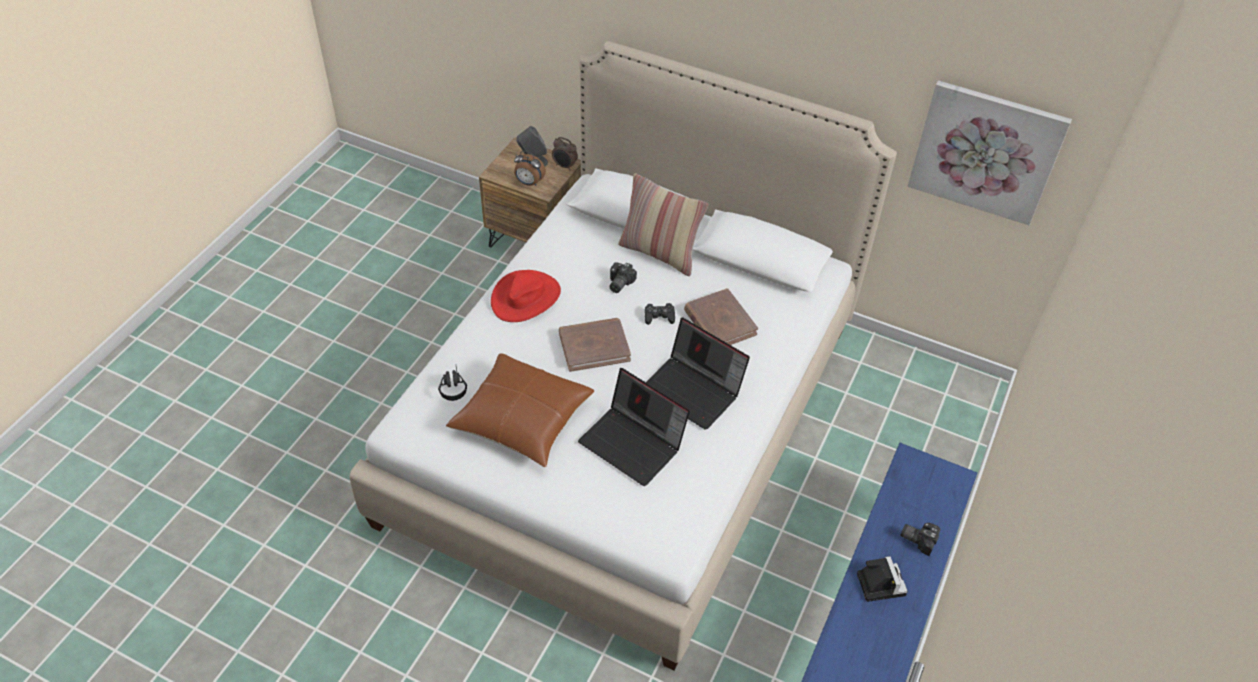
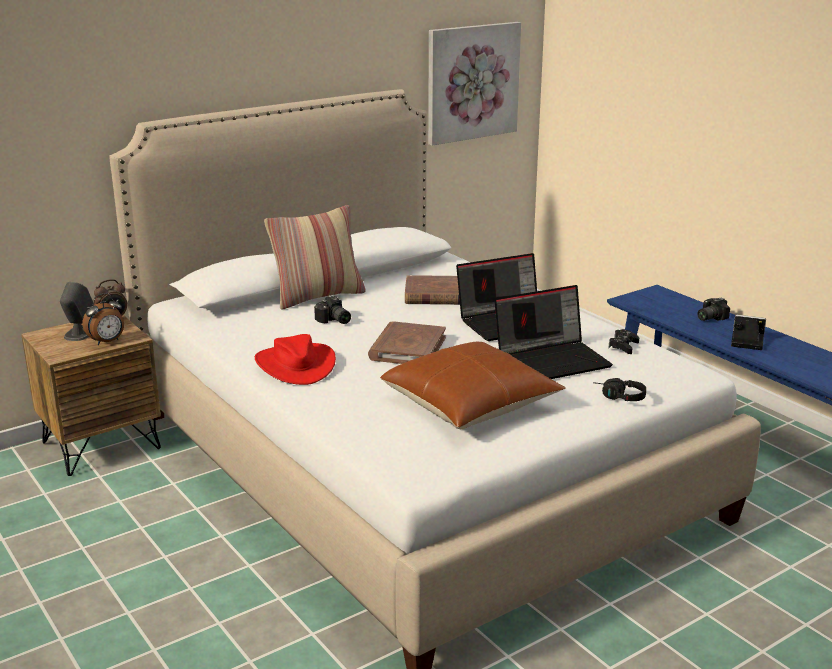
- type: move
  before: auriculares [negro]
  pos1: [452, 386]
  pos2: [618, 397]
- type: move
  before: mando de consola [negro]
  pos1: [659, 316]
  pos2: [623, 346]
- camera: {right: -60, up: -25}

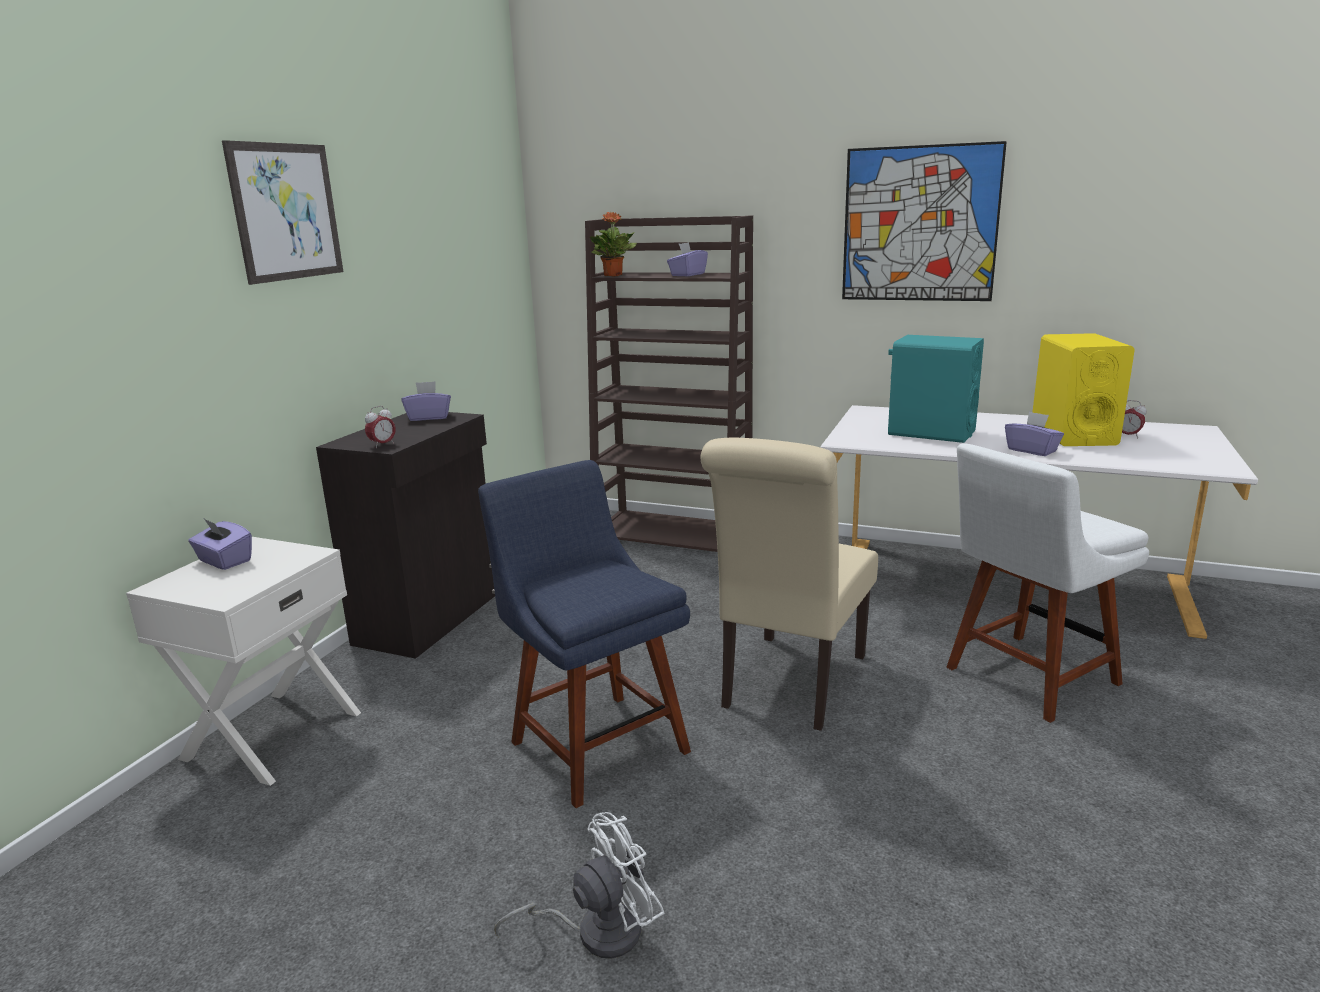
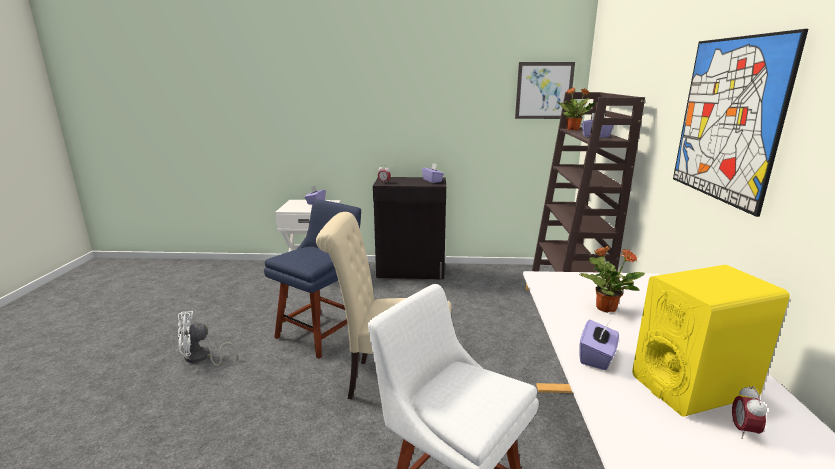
- type: move
  before: cuadro
  pos1: [286, 212]
  pos2: [544, 90]
- type: rotate
  before: ventilador [blanco]
  pos1: [596, 931]
  pos2: [201, 358]
  turn: 120
- type: replace
  before: altavoz [turquesa]
  after: planta en maceta
  pos1: [931, 432]
  pos2: [605, 307]
- camera: {right: 70, up: 0}

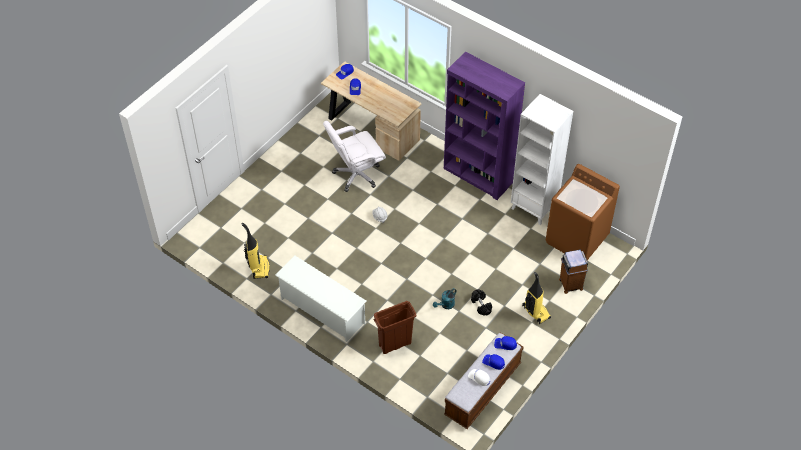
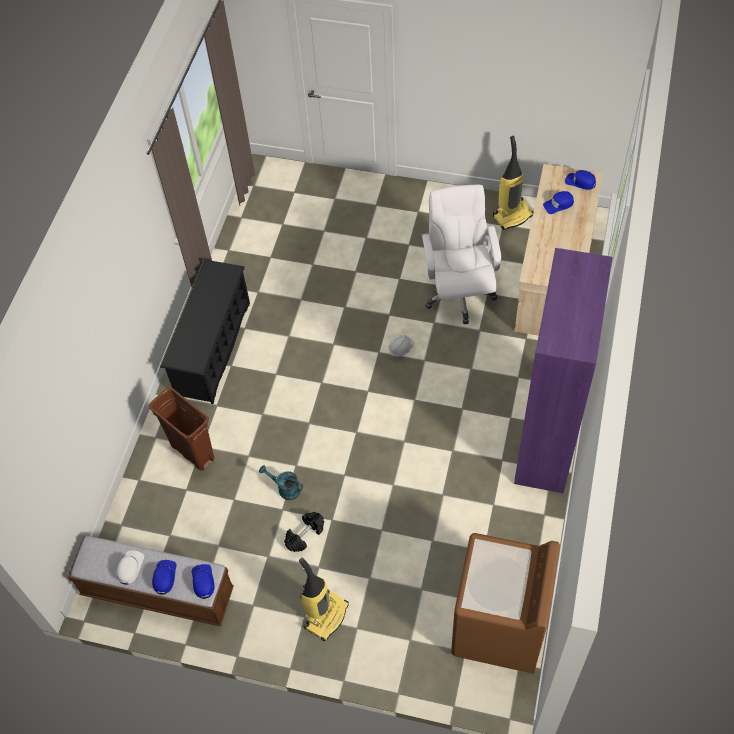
- type: move
  before: aspiradora
  pos1: [259, 267]
  pos2: [512, 215]
- type: recolor
  before: zapatero [blanco]
  after: zapatero [negro]
  pos1: [322, 311]
  pos2: [213, 348]
- type: rotate
  before: silla de oficina [blanco]
  pos1: [356, 175]
  pos2: [459, 293]
  turn: 45
- type: delete
  before: estantería [blanco]
  pos1: [534, 208]
- type: delete
  before: papelera [marrón]
  pos1: [570, 284]
- camera: {right: 70, up: 5}

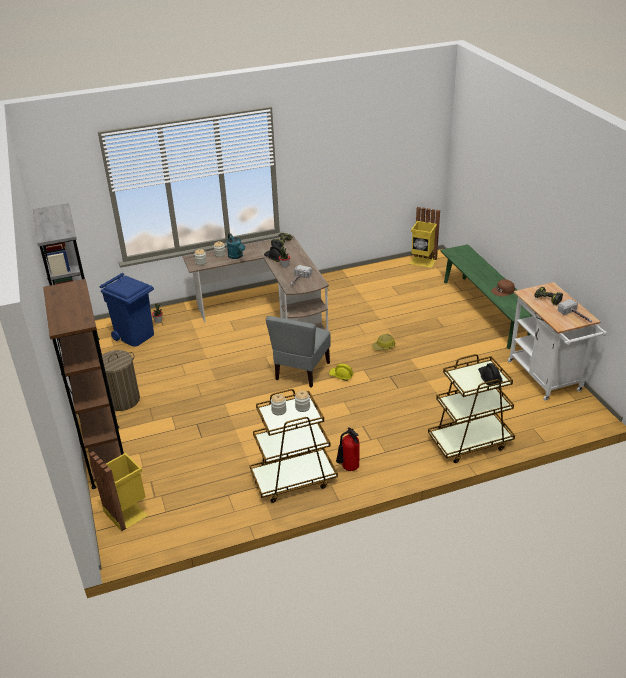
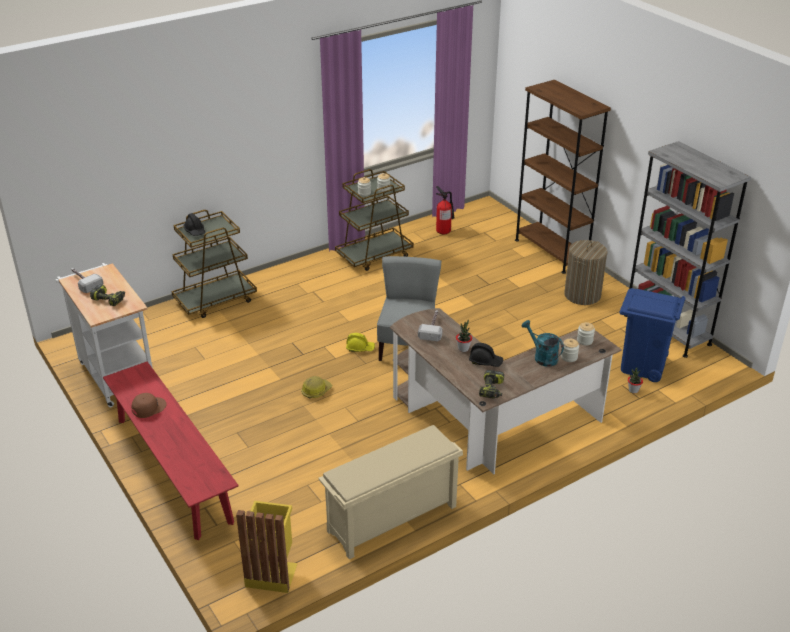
- type: delete
  before: papelera [amarillo]
  pos1: [127, 512]
- type: move
  before: extintor
  pos1: [348, 468]
  pos2: [444, 231]
- type: recolor
  before: banco [verde]
  after: banco [rojo]
  pos1: [485, 310]
  pos2: [173, 469]
- type: insert
  after: zapatero [beis]
  pos2: [391, 520]
- camera: {right: 165, up: 0}

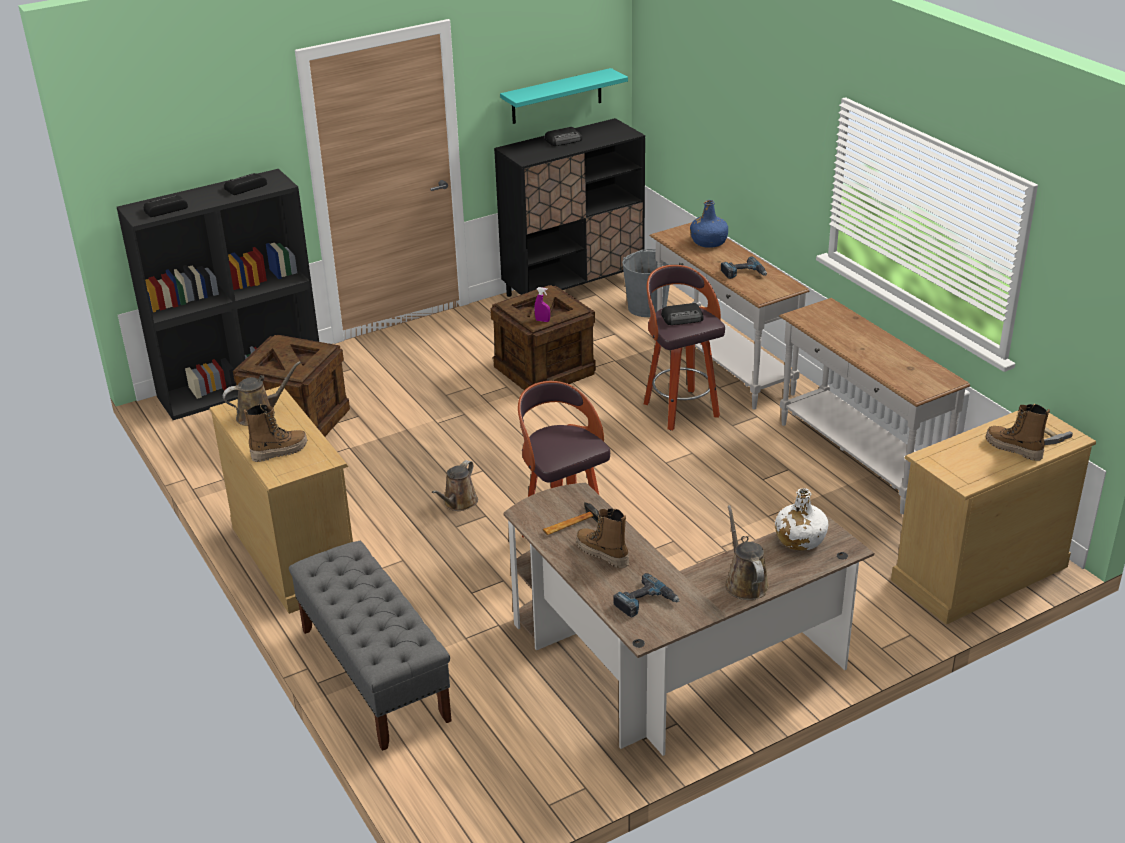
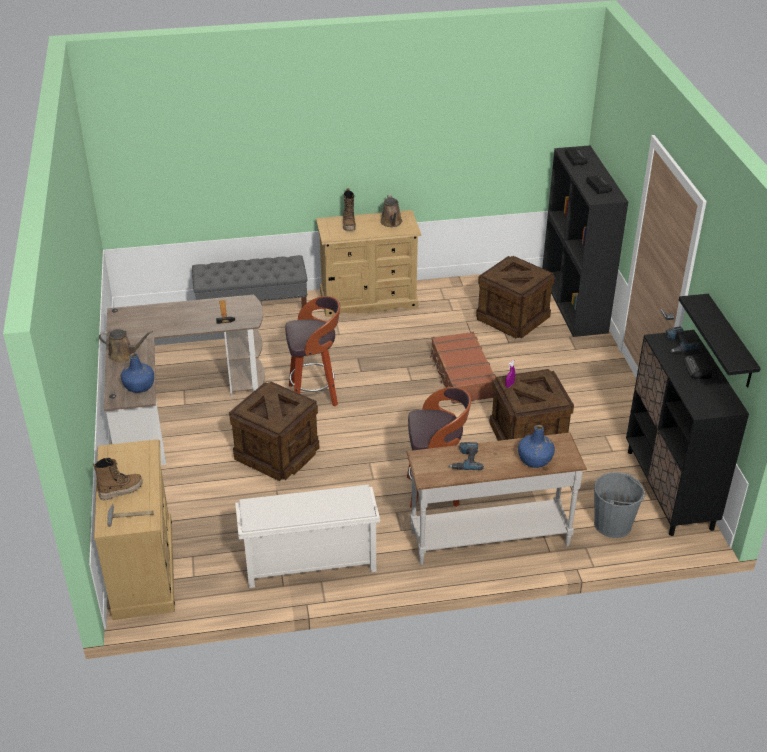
- type: delete
  before: regadera [marrón]
  pos1: [458, 503]
- type: recolor
  before: estante [turquesa]
  after: estante [negro]
  pos1: [556, 96]
  pos2: [730, 342]
- type: delete
  before: bota
  pos1: [602, 554]
- type: move
  before: taladro
  pos1: [645, 602]
  pos2: [677, 344]
- type: delete
  before: radio
  pos1: [683, 318]
- type: recolor
  before: botella [blanco]
  after: botella [azul]
  pos1: [799, 540]
  pos2: [139, 385]
- type: replace
  before: mesa consola [blanco]
  after: zapatero [blanco]
  pos1: [858, 459]
  pos2: [309, 564]
- type: insert
  after: caja de embalaje
  pos2: [277, 454]
- type: insert
  after: maleta [marrón]
  pos2: [462, 376]
- camera: {right: 110, up: 5}

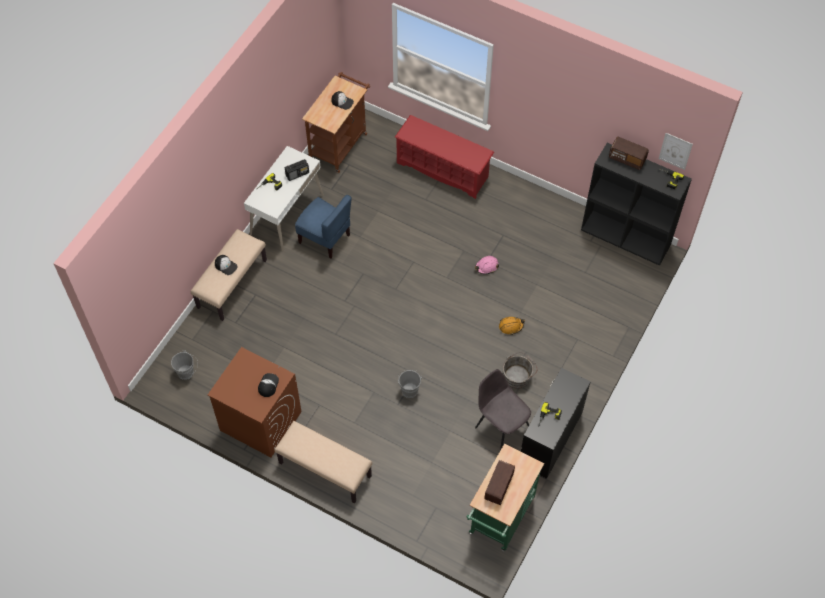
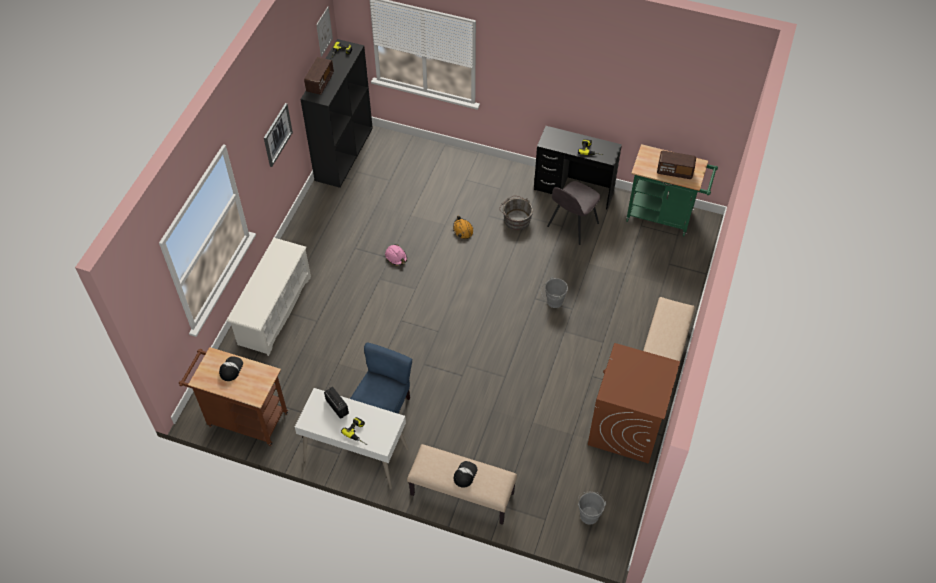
- type: delete
  before: gorra
  pos1: [268, 385]
- type: recolor
  before: zapatero [rojo]
  after: zapatero [blanco]
  pos1: [443, 170]
  pos2: [274, 310]
- type: insert
  after: cuadro
  pos2: [277, 134]
- camera: {right: -100, up: -5}

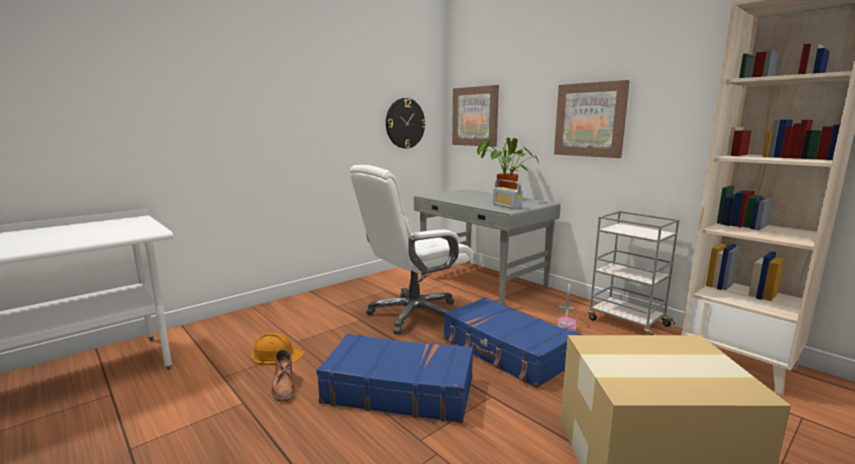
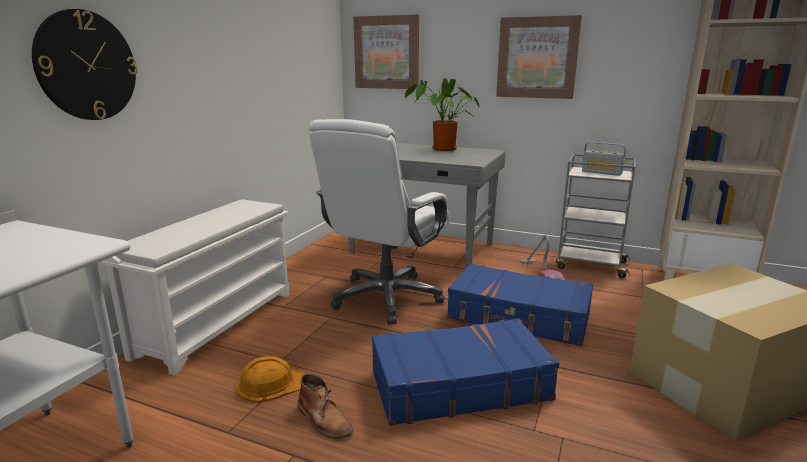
- type: move
  before: reloj de pared
  pos1: [405, 123]
  pos2: [86, 66]
- type: move
  before: radio
  pos1: [507, 206]
  pos2: [601, 172]
- type: insert
  after: zapatero [blanco]
  pos2: [217, 322]
- camera: {right: -25, up: 5}

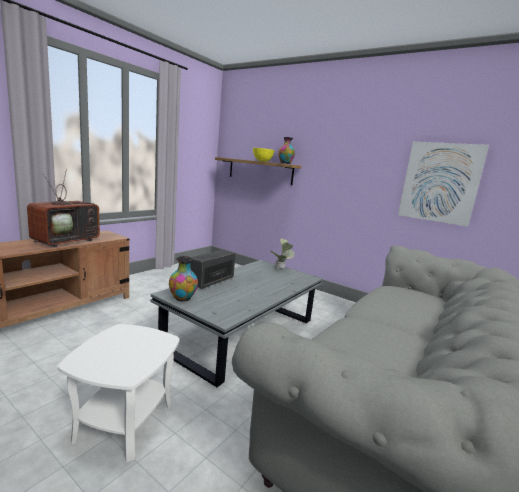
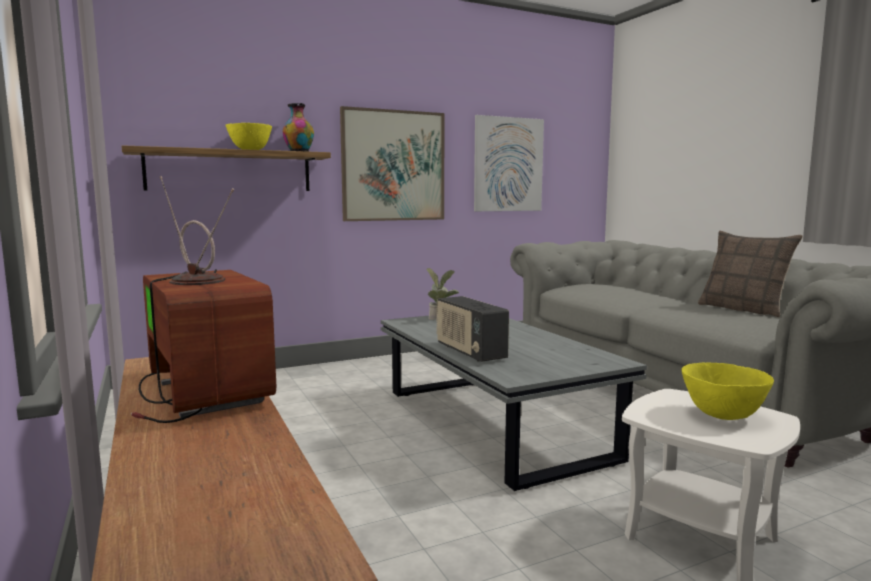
- type: delete
  before: florero
  pos1: [182, 299]
- type: insert
  after: cuadro
  pos2: [393, 166]
- type: insert
  after: cuenco [amarillo]
  pos2: [723, 416]
- type: insert
  after: cojín
  pos2: [743, 309]
- camera: {right: -60, up: -5}

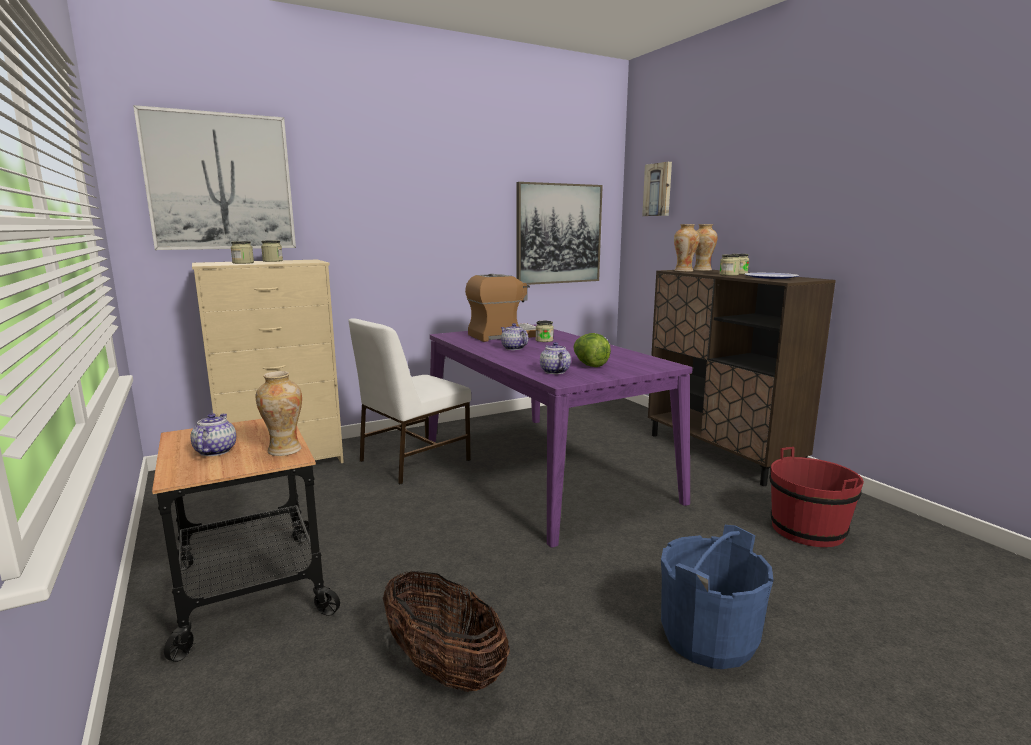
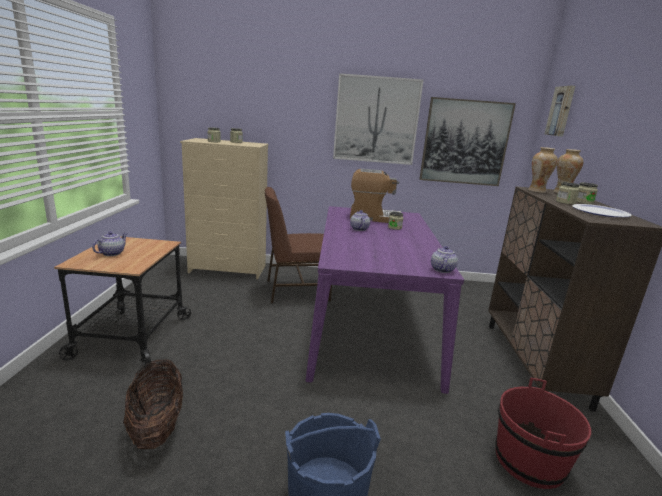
- type: move
  before: cuadro
  pos1: [220, 182]
  pos2: [376, 120]
- type: delete
  before: florero
  pos1: [284, 450]
- type: recolor
  before: silla [blanco]
  after: silla [marrón]
  pos1: [412, 461]
  pos2: [296, 290]
- type: move
  before: tetera
  pos1: [554, 371]
  pos2: [442, 269]
- type: delete
  before: lechuga
  pos1: [589, 365]
- camera: {right: 30, up: 5}

